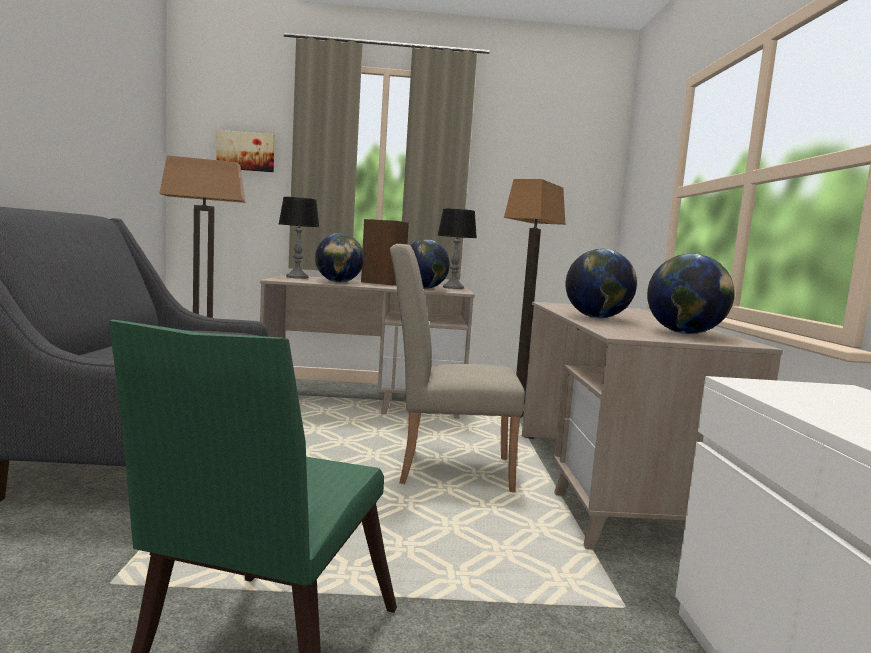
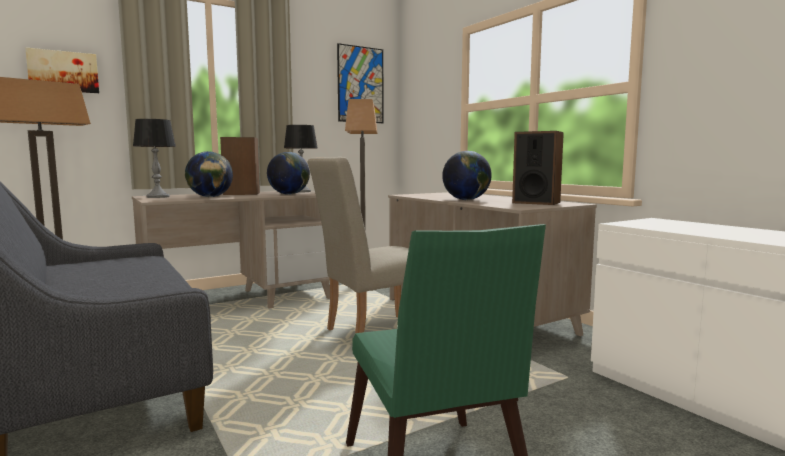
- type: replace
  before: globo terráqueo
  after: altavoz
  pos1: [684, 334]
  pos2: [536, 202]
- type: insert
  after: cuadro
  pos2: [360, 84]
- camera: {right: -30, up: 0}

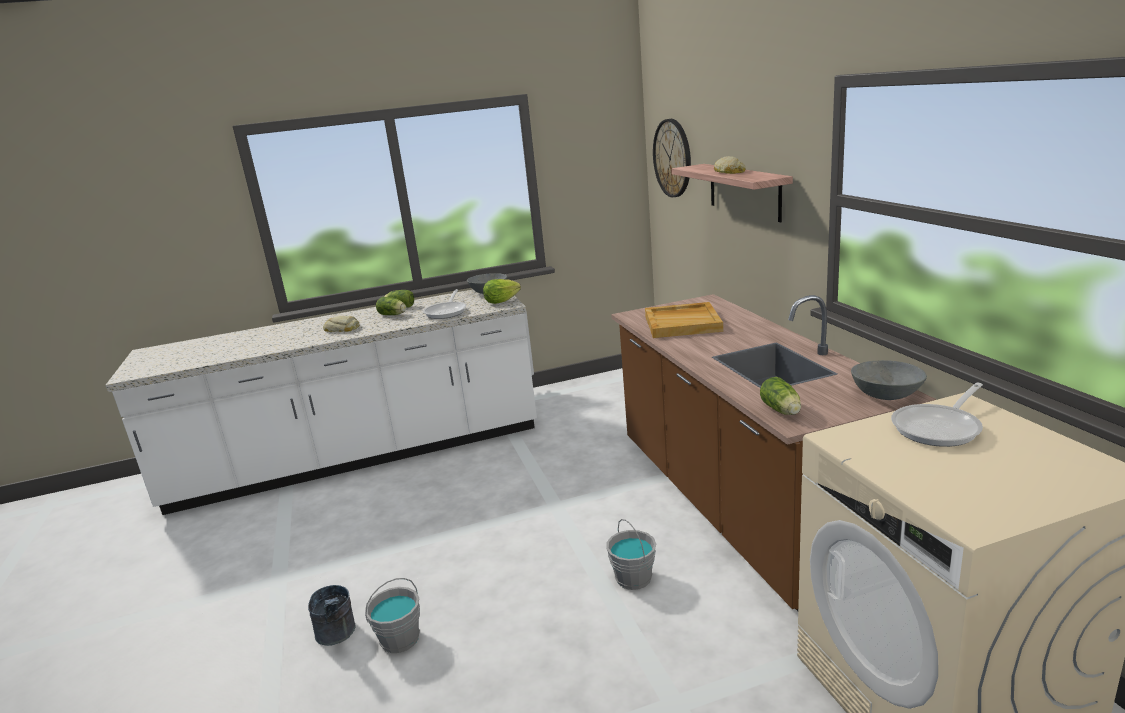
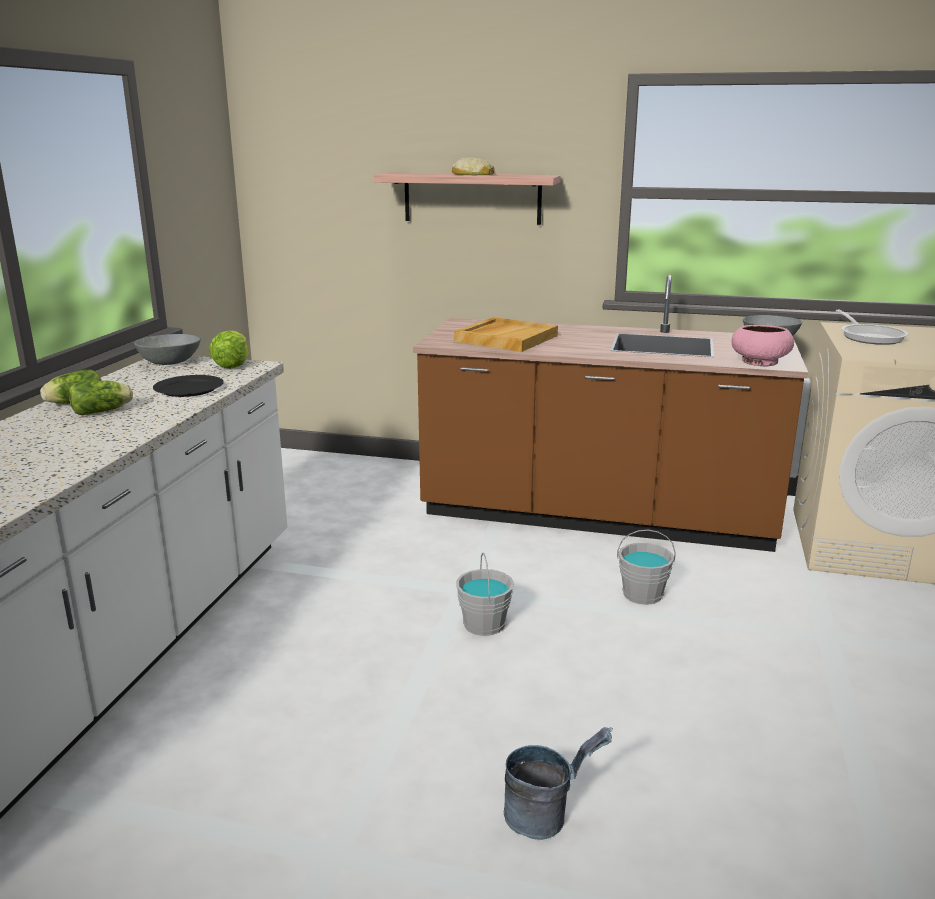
- type: delete
  before: pan
  pos1: [342, 328]
- type: move
  before: cubo [gris]
  pos1: [400, 638]
  pos2: [483, 624]
- type: replace
  before: sartén
  after: plato [negro]
  pos1: [447, 311]
  pos2: [189, 389]
- type: delete
  before: reloj de pared
  pos1: [672, 158]
- type: replace
  before: lechuga
  after: cuenco [rosa]
  pos1: [782, 411]
  pos2: [759, 362]
- camera: {right: -60, up: 0}

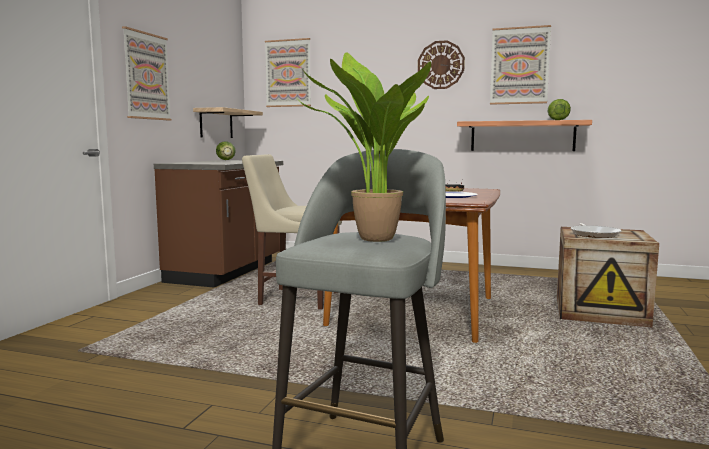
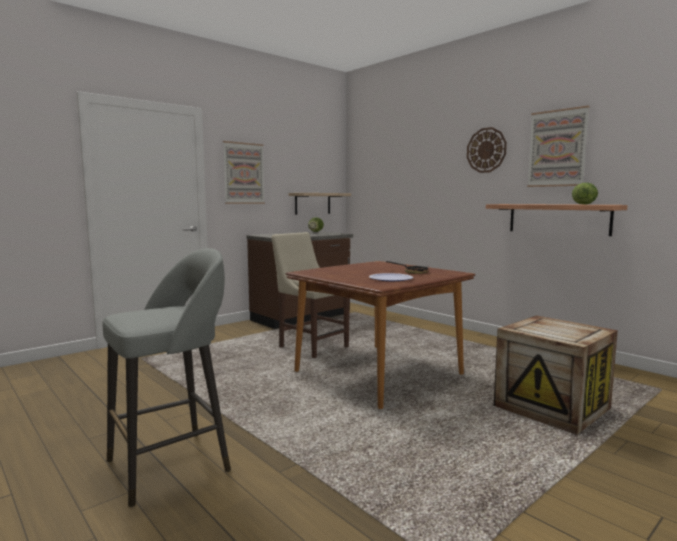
- type: delete
  before: cuadro
  pos1: [288, 73]
- type: delete
  before: planta en maceta
  pos1: [370, 239]
- type: delete
  before: sartén
  pos1: [594, 234]
- camera: {right: 30, up: 0}

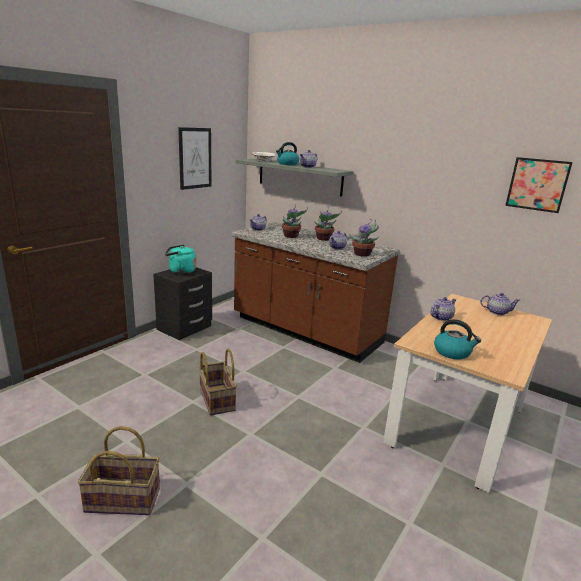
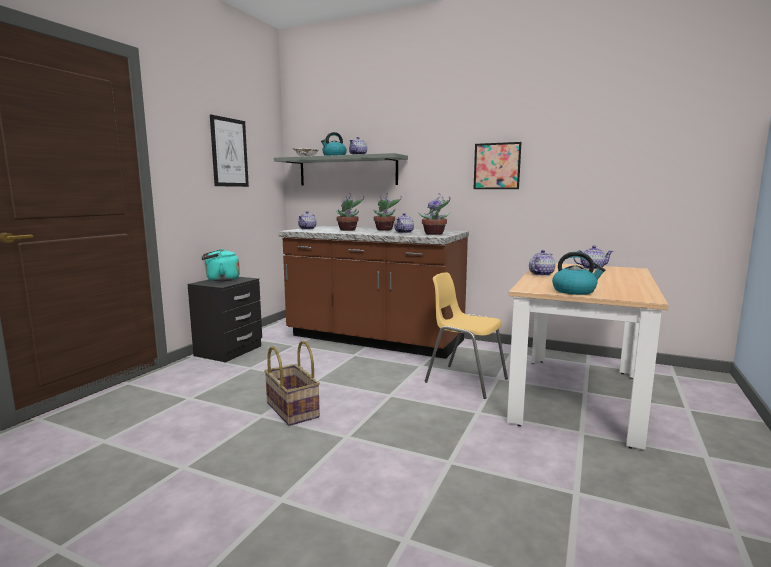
- type: delete
  before: cesta
  pos1: [124, 499]
- type: move
  before: cuadro
  pos1: [537, 184]
  pos2: [497, 166]
- type: insert
  after: silla [amarillo]
  pos2: [465, 380]
- camera: {right: -10, up: -10}

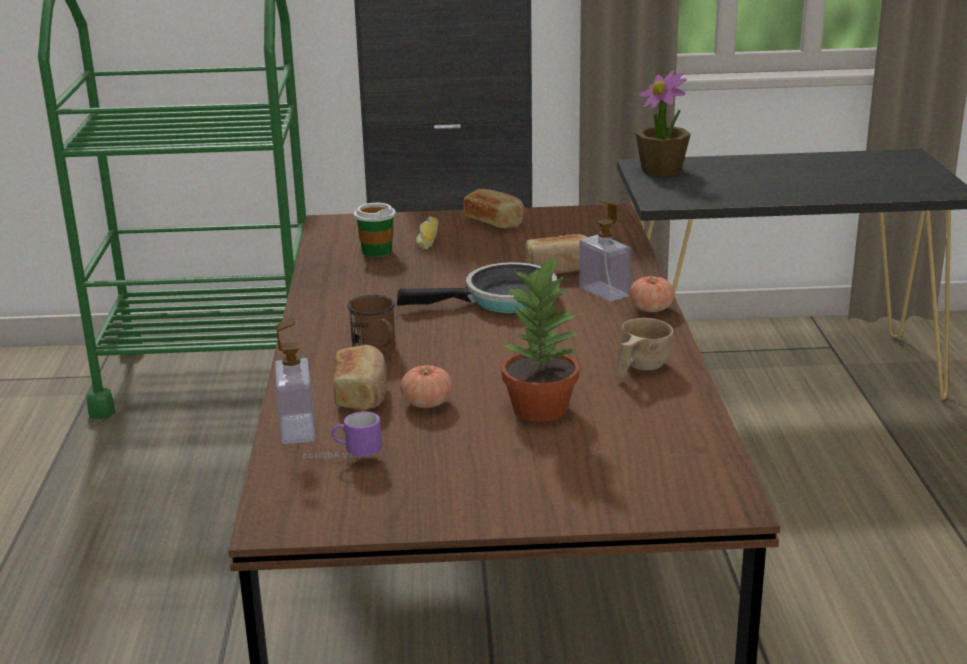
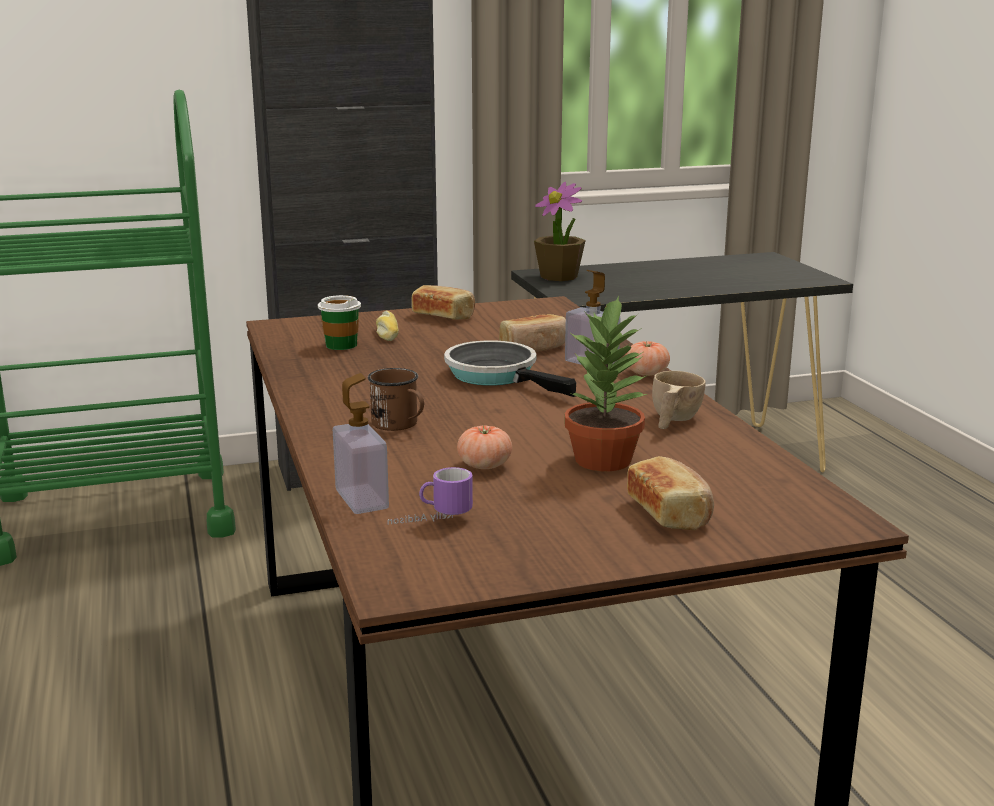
- type: move
  before: pan
  pos1: [362, 393]
  pos2: [670, 513]
- type: rotate
  before: sartén
  pos1: [502, 300]
  pos2: [497, 375]
  turn: -105
- camera: {right: -15, up: -5}

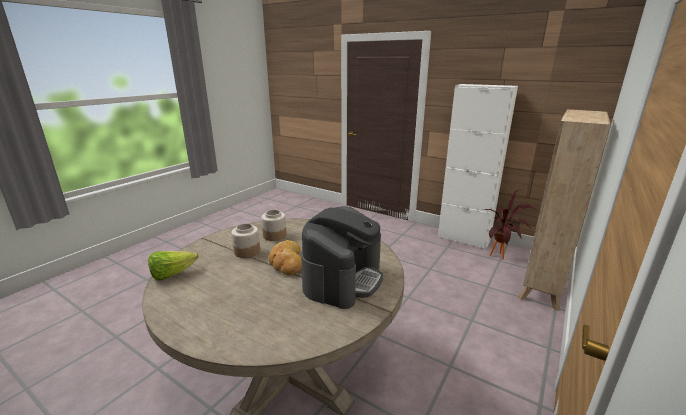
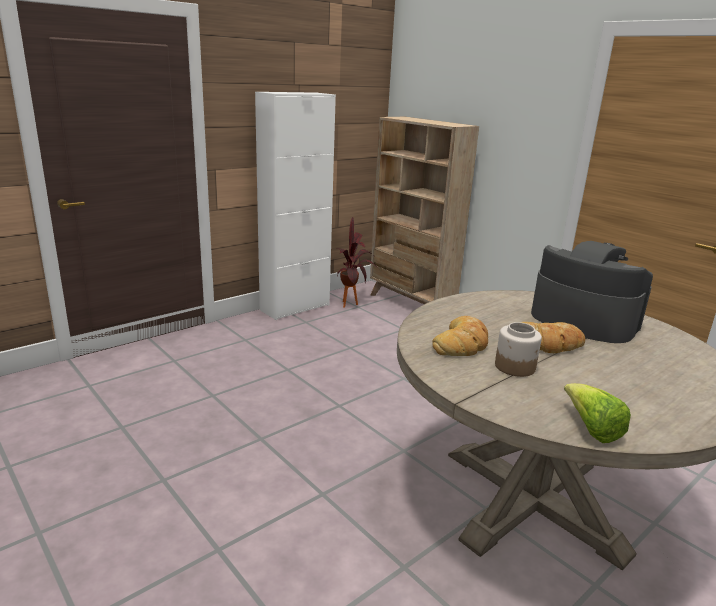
- type: replace
  before: tarro
  after: pan
  pos1: [275, 235]
  pos2: [462, 343]
- camera: {right: -75, up: 0}

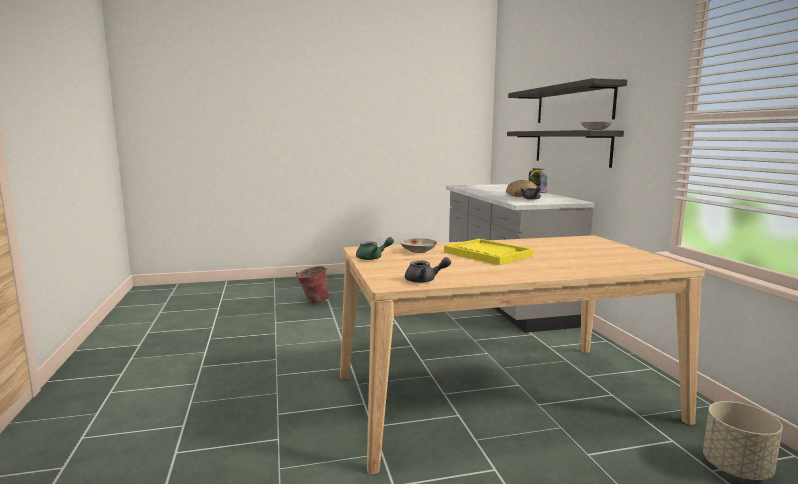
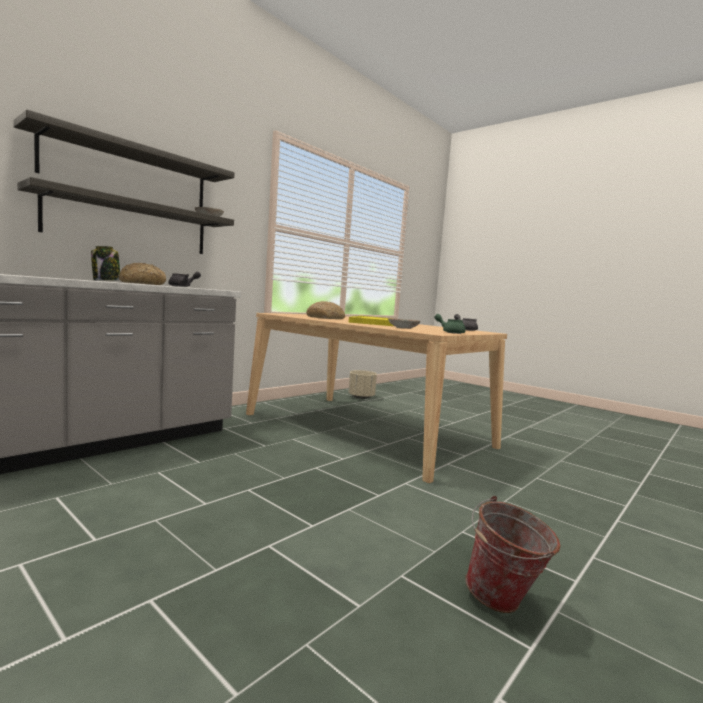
- type: move
  before: cubo
  pos1: [313, 301]
  pos2: [505, 604]
- type: insert
  after: pan
  pos2: [326, 318]
- camera: {right: -125, up: -5}

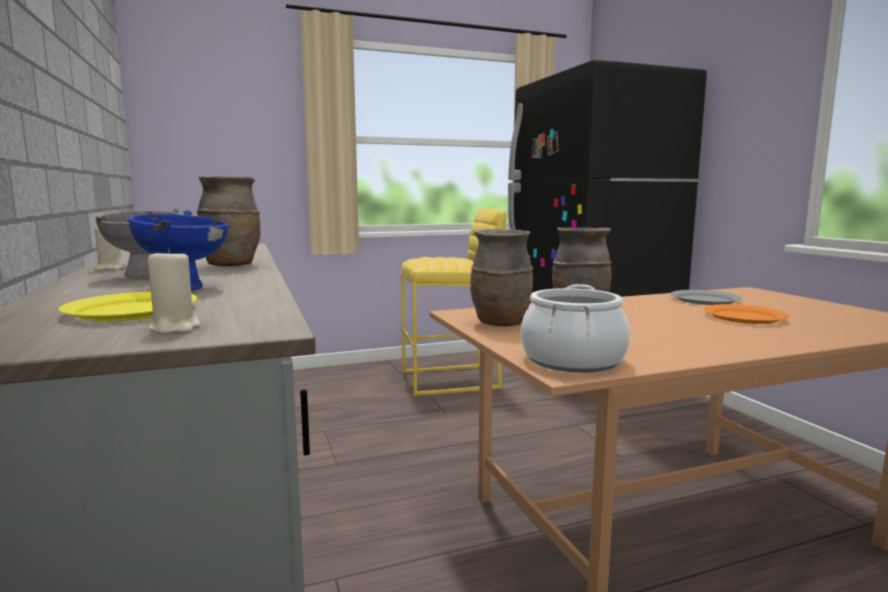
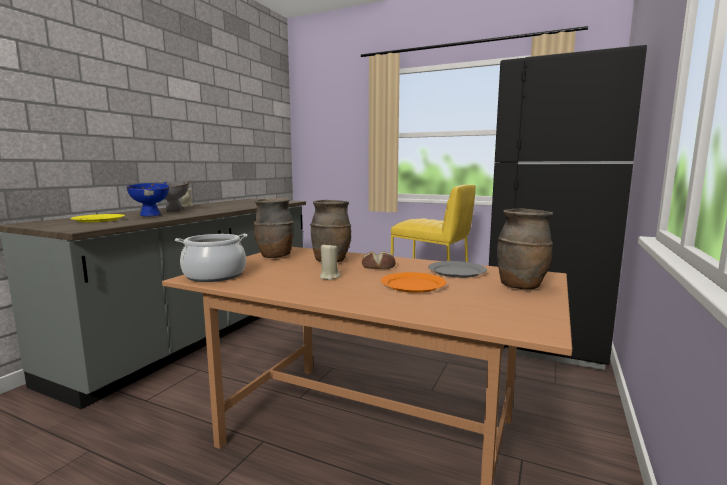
- type: move
  before: vela [beis]
  pos1: [175, 328]
  pos2: [329, 277]
- type: move
  before: florero [marrón]
  pos1: [232, 265]
  pos2: [521, 286]
- type: insert
  after: pan
  pos2: [378, 265]
- camera: {right: 45, up: 0}

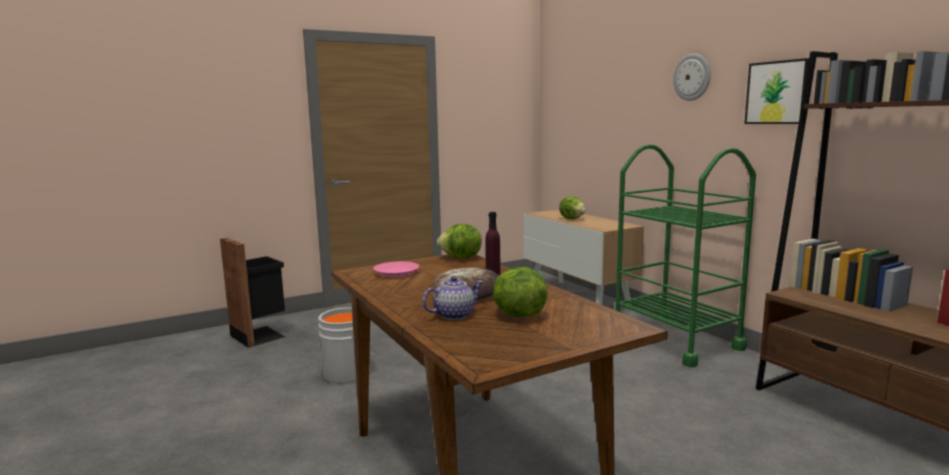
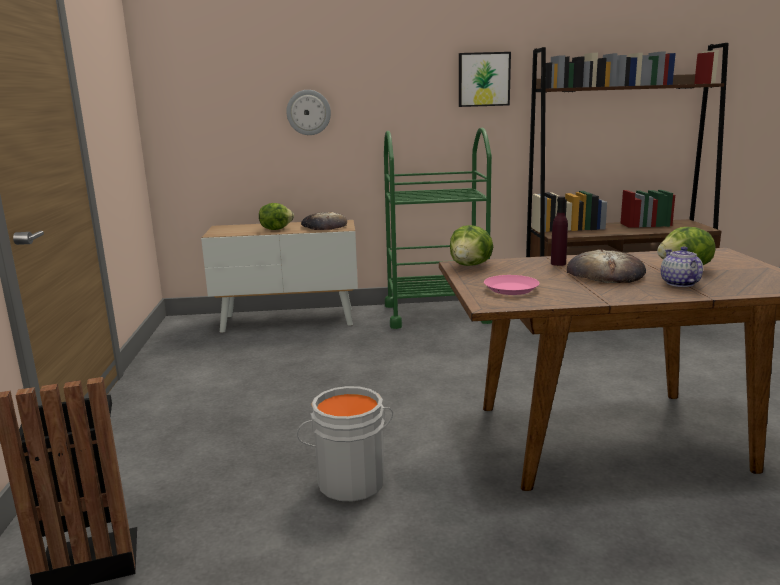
- type: move
  before: reloj de pared
  pos1: [692, 77]
  pos2: [308, 112]
- type: insert
  after: pan
  pos2: [324, 226]
- camera: {right: -65, up: 5}

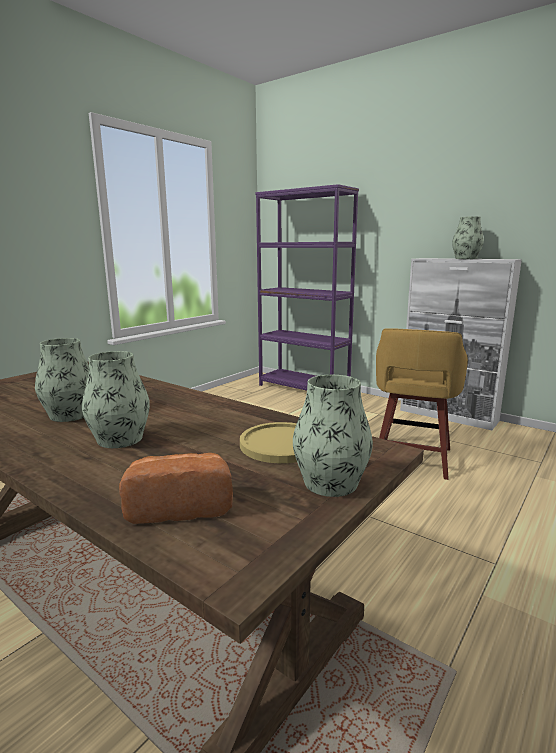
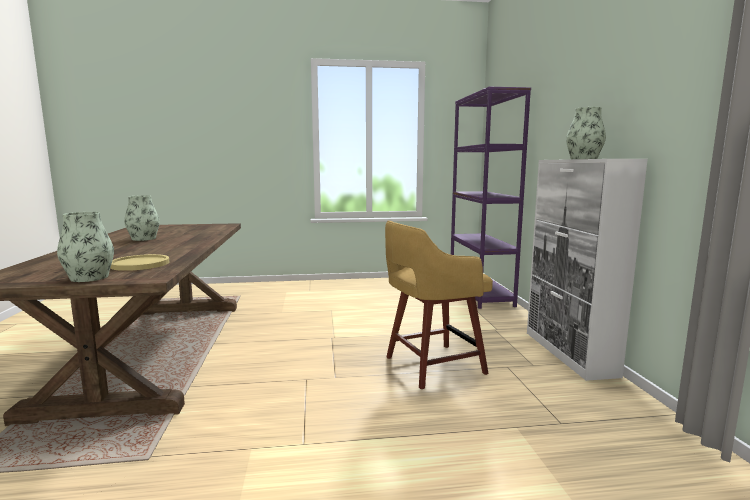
- type: delete
  before: florero
  pos1: [120, 439]
- type: delete
  before: pan
  pos1: [180, 506]
- camera: {right: 45, up: -5}

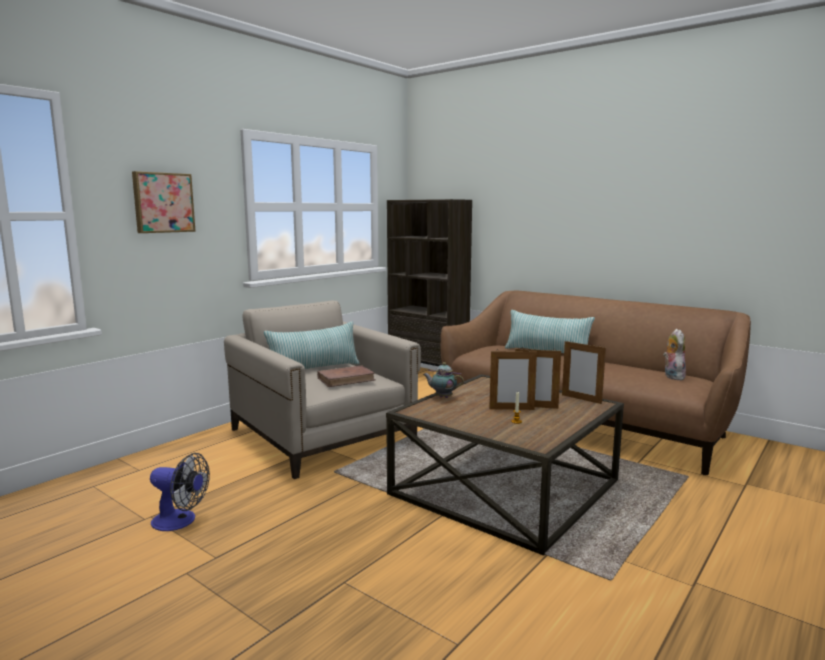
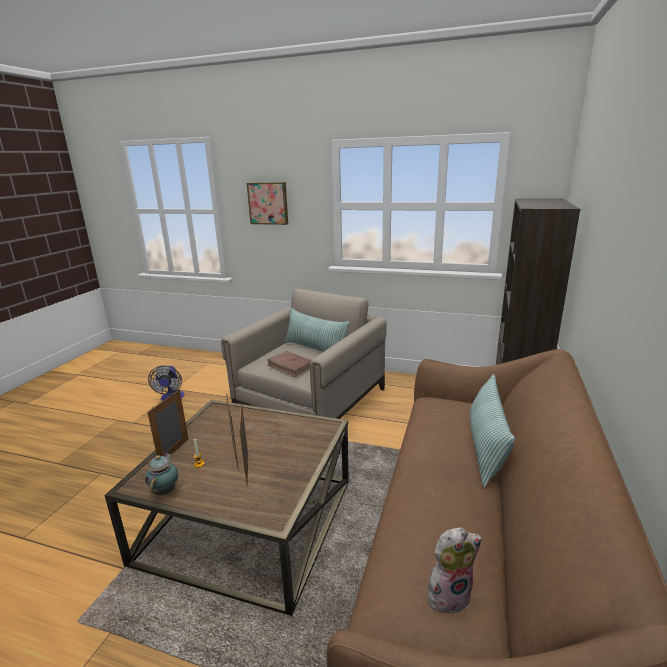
- type: move
  before: tetera
  pos1: [442, 397]
  pos2: [166, 490]
- type: move
  before: portarretratos
  pos1: [581, 399]
  pos2: [174, 451]
- camera: {right: 70, up: 10}

